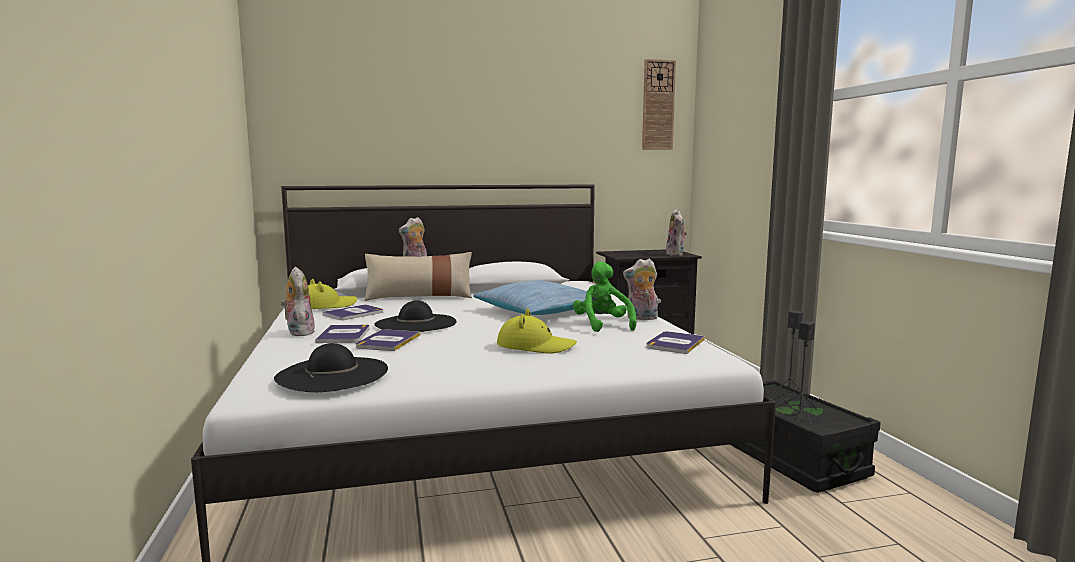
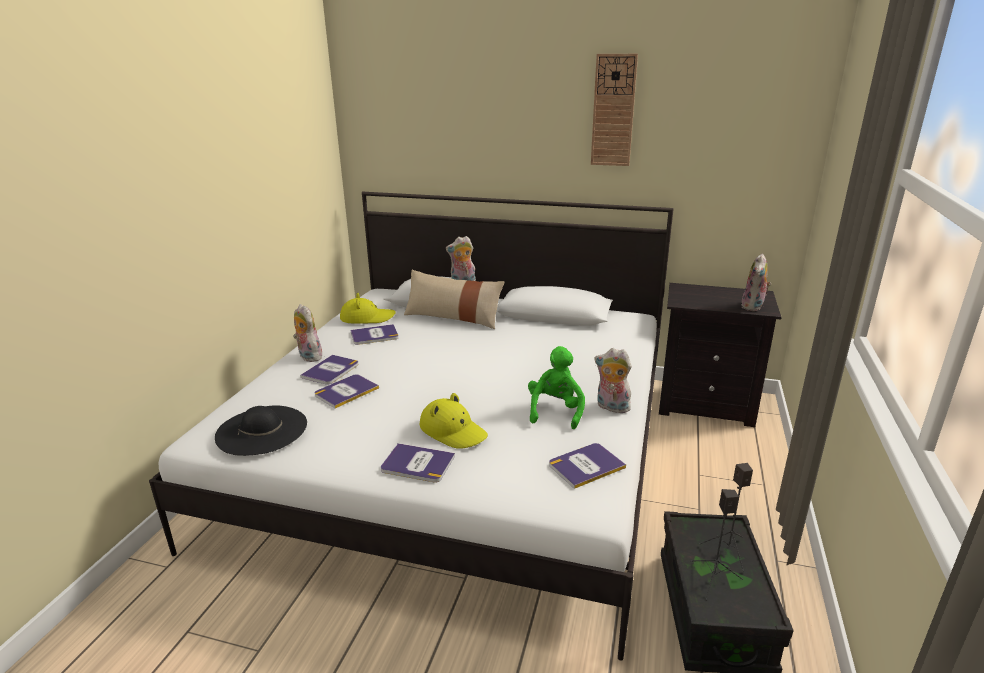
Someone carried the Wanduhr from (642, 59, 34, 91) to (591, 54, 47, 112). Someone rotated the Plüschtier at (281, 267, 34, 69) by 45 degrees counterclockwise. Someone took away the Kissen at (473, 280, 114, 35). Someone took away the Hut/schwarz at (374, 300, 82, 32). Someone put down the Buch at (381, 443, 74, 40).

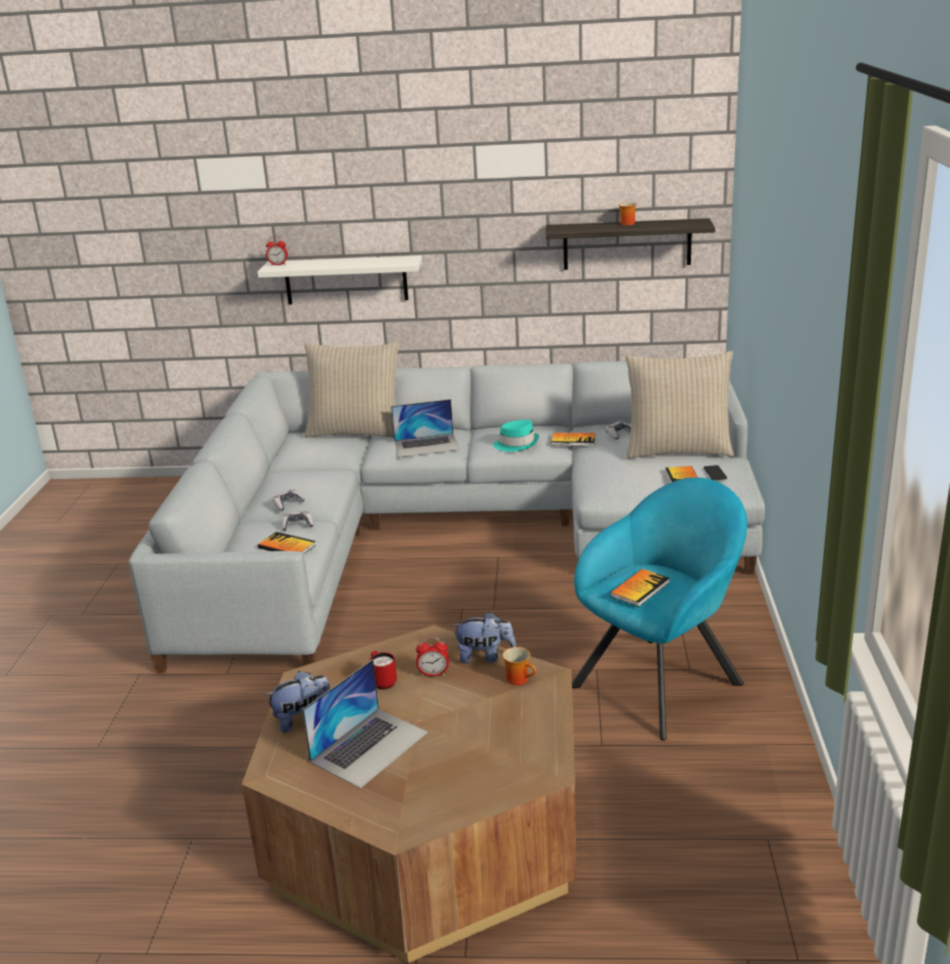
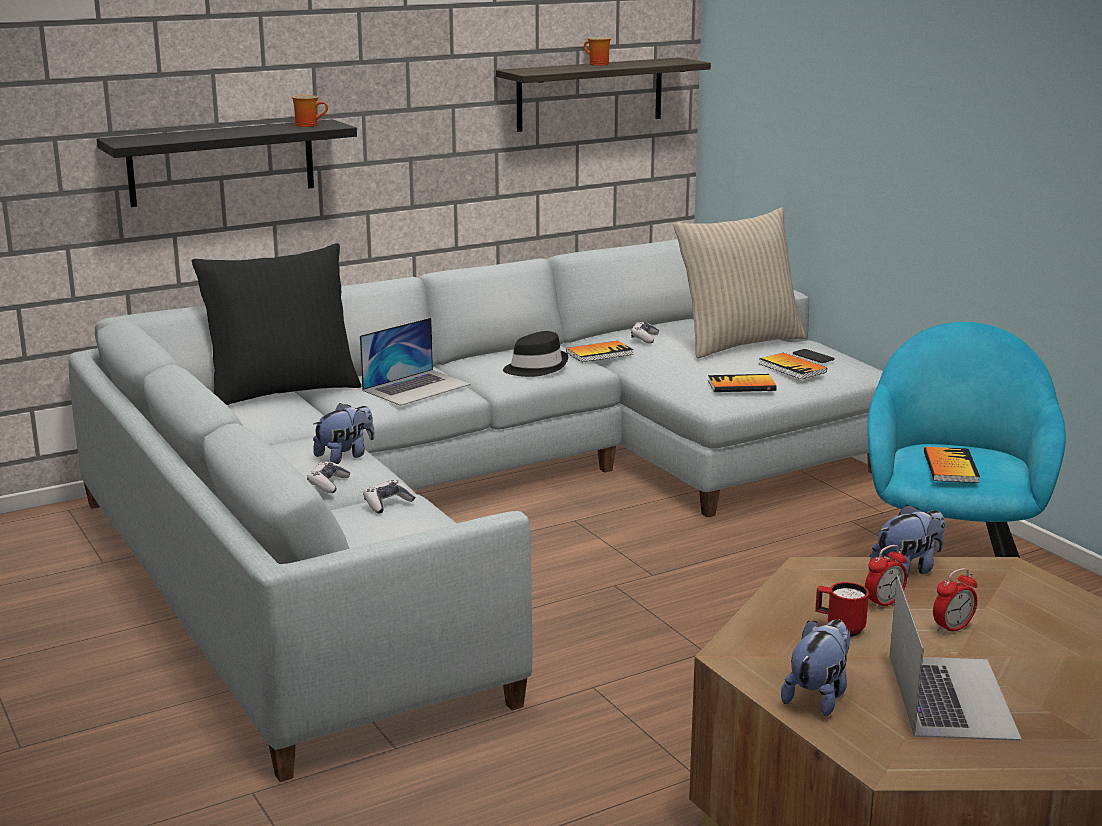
Someone carried the Wecker from (266, 237, 22, 29) to (933, 568, 44, 67). Someone repainted the Wandregal/weiß at (257, 255, 165, 49), which became the Wandregal/schwarz at (97, 119, 260, 88). Someone repainted the Kissen/beige at (304, 342, 96, 96), which became the Kissen/schwarz at (192, 243, 170, 162). Someone repainted the Hut/türkis at (493, 420, 46, 32), which became the Hut/schwarz at (503, 331, 65, 46). Someone carried the Buch from (258, 532, 58, 22) to (708, 374, 69, 18). Someone carried the Henkelbecher from (503, 647, 33, 39) to (292, 95, 36, 32). Someone put down the Plüschtier at (313, 403, 61, 61).

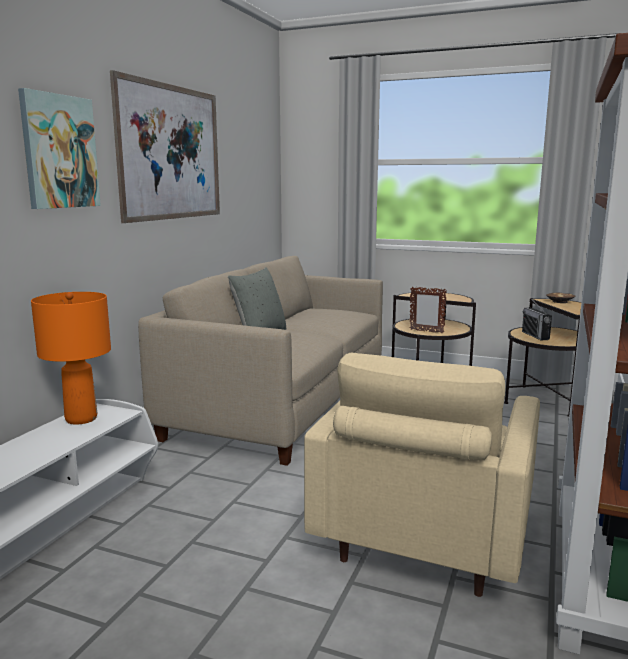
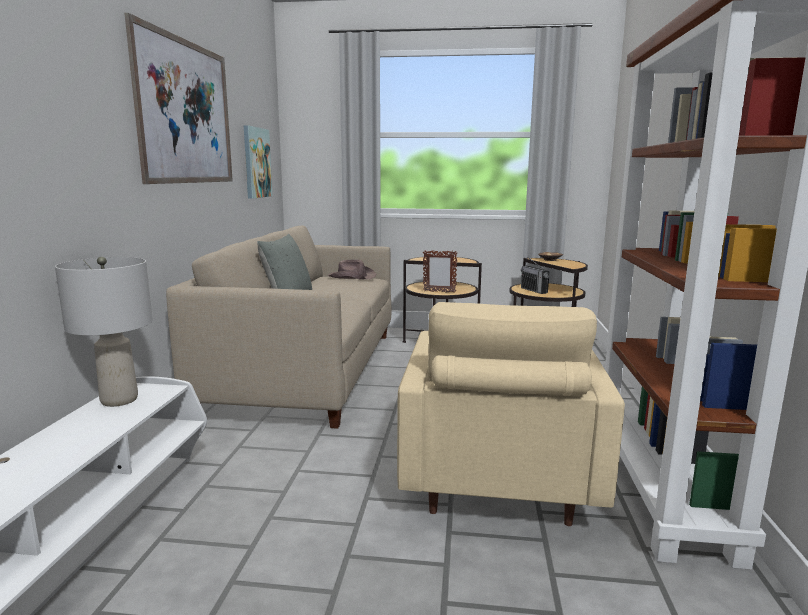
Someone carried the Bild from (18, 88, 83, 121) to (244, 125, 29, 74). Someone repainted the Tischlampe/orange at (31, 292, 80, 133), which became the Tischlampe/grau at (55, 257, 98, 150). Someone put down the Hut/braun at (328, 259, 48, 21).

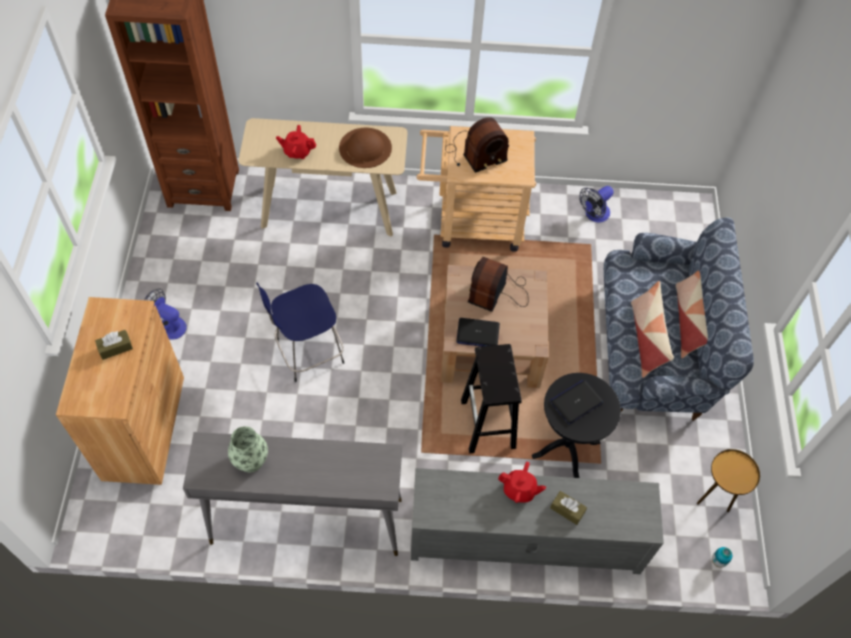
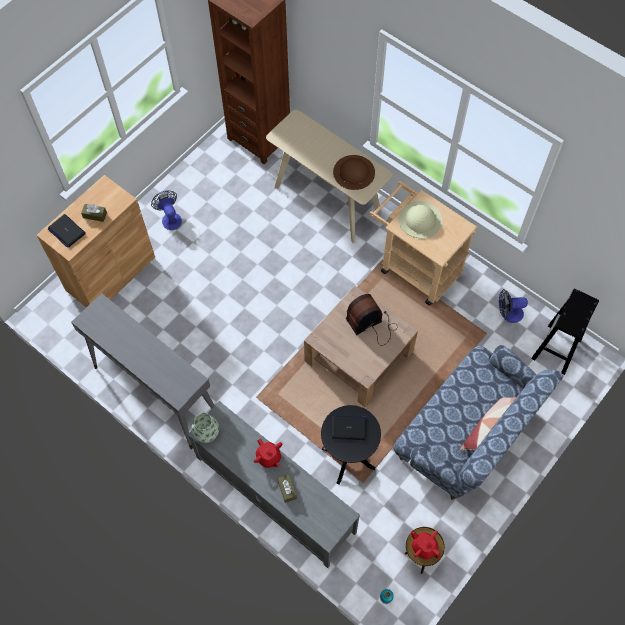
Someone swapped the Radio at (445, 117, 64, 56) for the Hut/beige at (399, 201, 43, 37). Someone carried the Teekanne/rot from (276, 125, 40, 34) to (411, 530, 29, 29). Someone took away the Kissen at (631, 281, 43, 97). Someone took away the Hocker/blau at (256, 282, 88, 100). Someone carried the Laptop from (456, 318, 44, 29) to (48, 214, 38, 34). Someone carried the Hocker/schwarz from (461, 344, 61, 109) to (531, 289, 68, 86). Someone carried the Vase from (228, 426, 40, 46) to (191, 413, 28, 30).

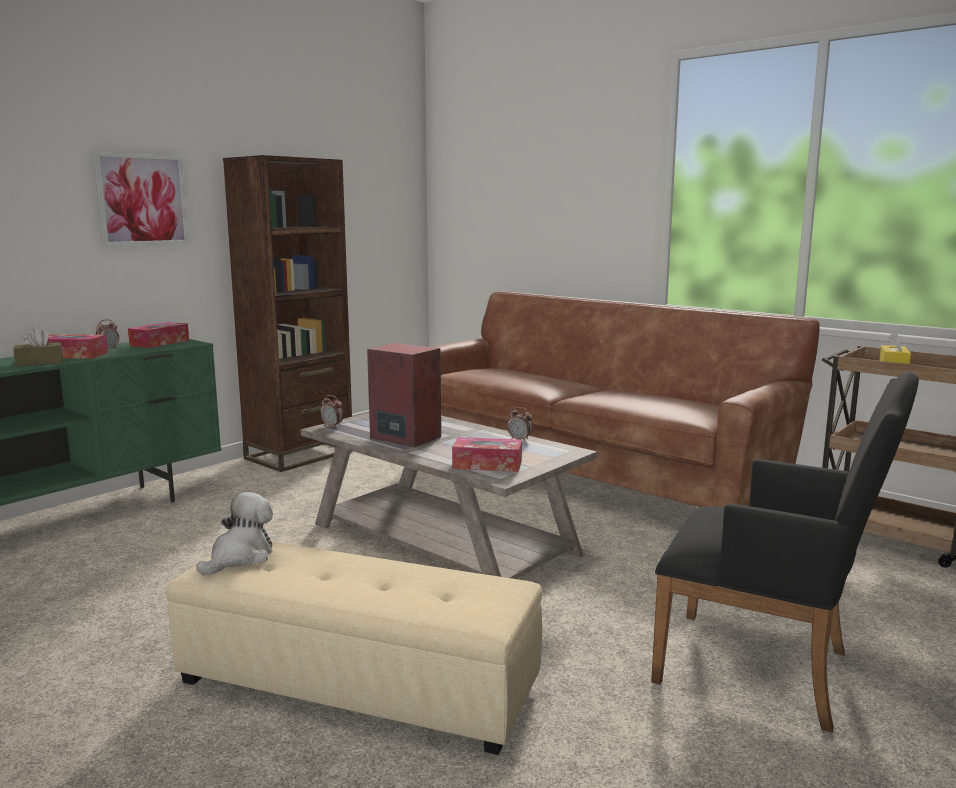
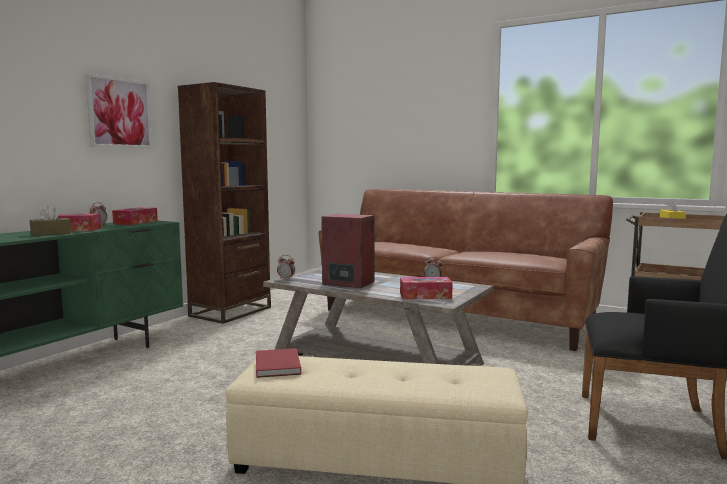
Someone swapped the Plüschtier at (197, 492, 76, 83) for the Buch/rot at (256, 348, 45, 30).

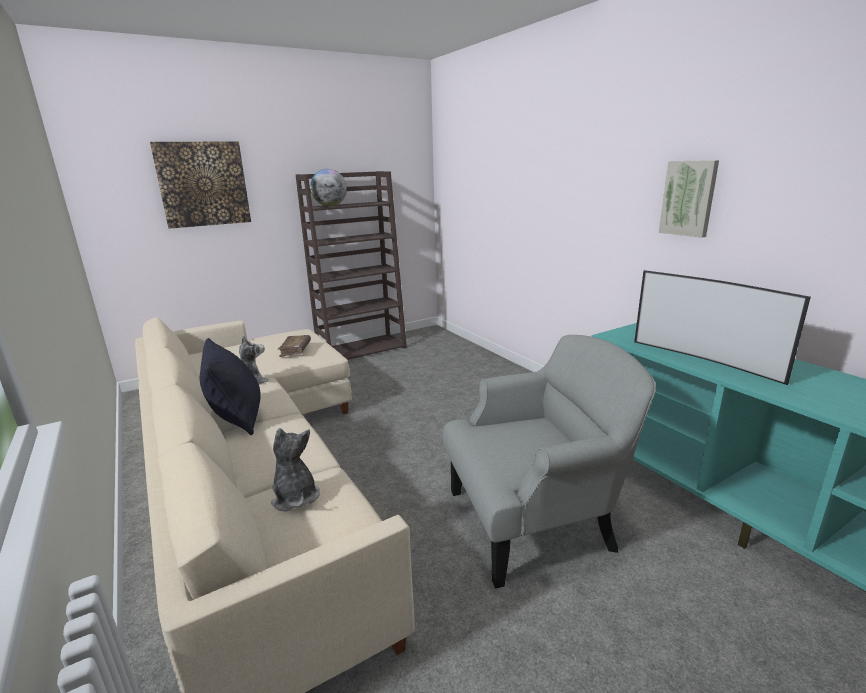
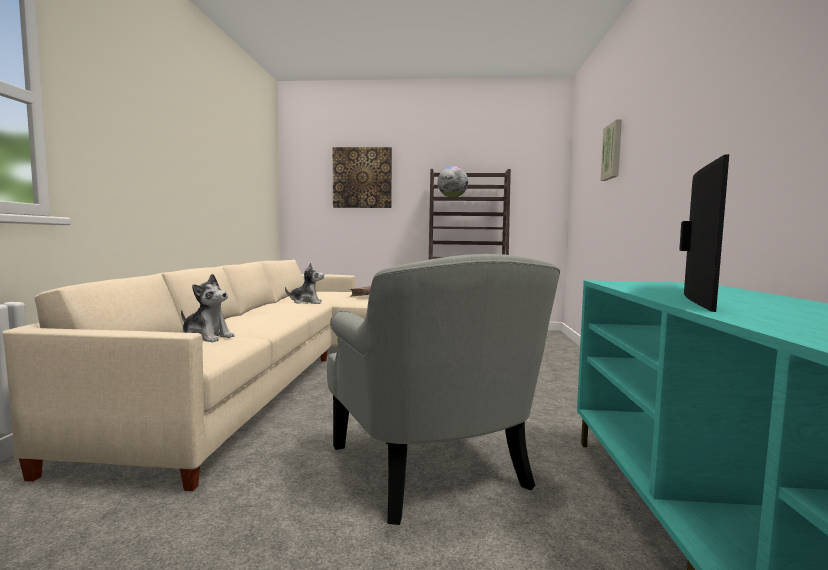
Someone carried the Bild from (659, 160, 60, 78) to (600, 119, 22, 62). Someone rotated the Fernseher at (634, 270, 177, 115) by 150 degrees counterclockwise. Someone rotated the Sessel/grau at (442, 335, 214, 254) by 45 degrees clockwise. Someone took away the Kissen/schwarz at (200, 338, 61, 97). Someone rotated the Plüschtier at (271, 428, 49, 83) by 105 degrees clockwise.

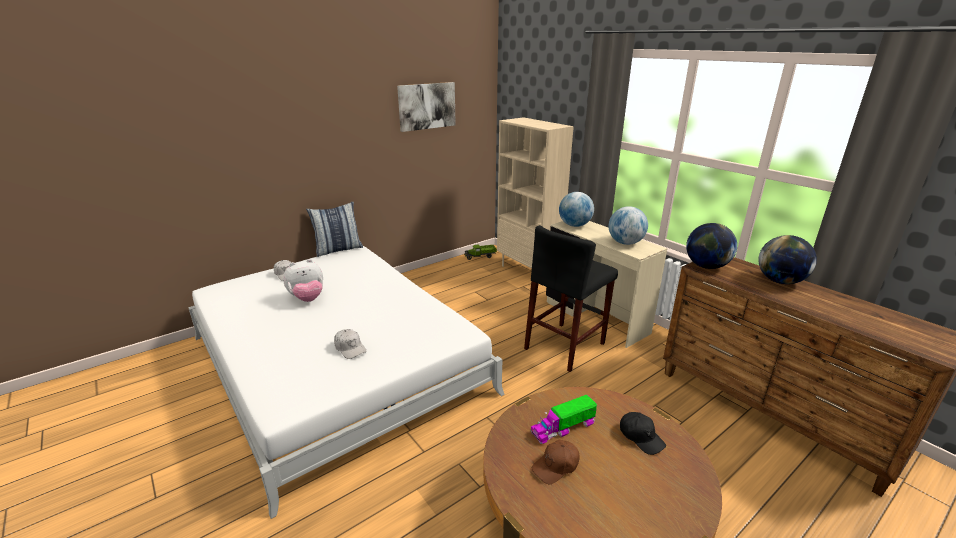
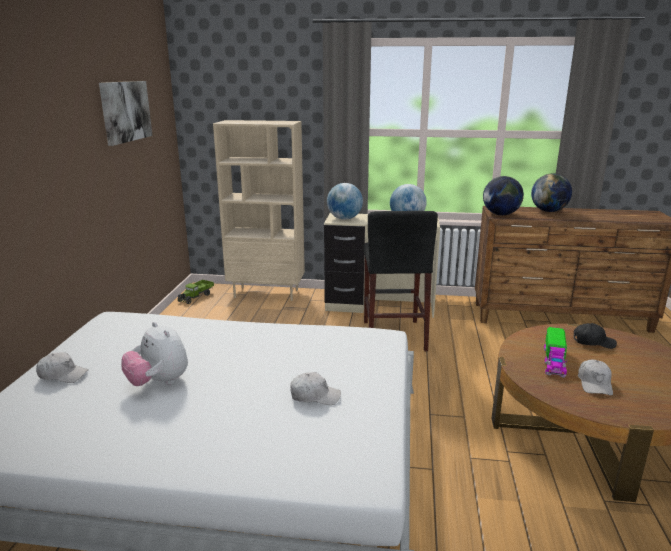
Someone took away the Kissen at (306, 202, 57, 55). Someone rotated the Plüschtier at (283, 259, 40, 43) by 120 degrees clockwise. Someone repainted the Kappe/braun at (531, 440, 49, 44), which became the Kappe/weiß at (578, 360, 35, 35).

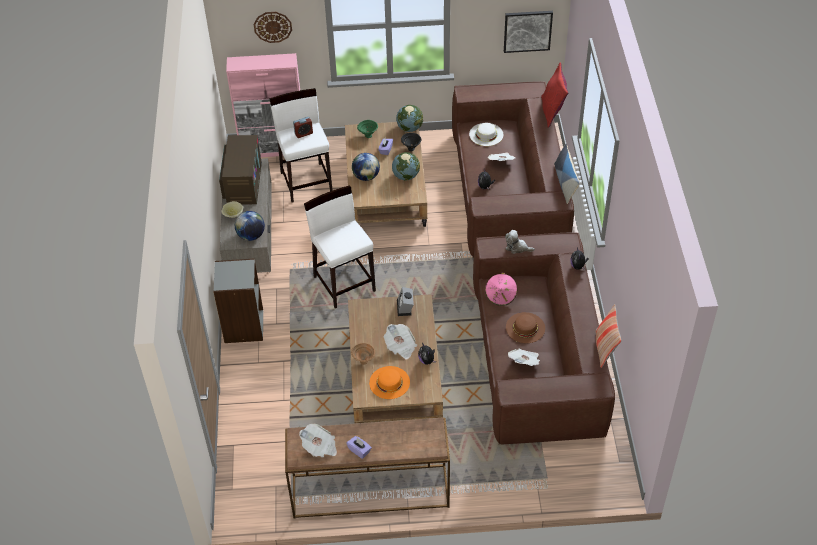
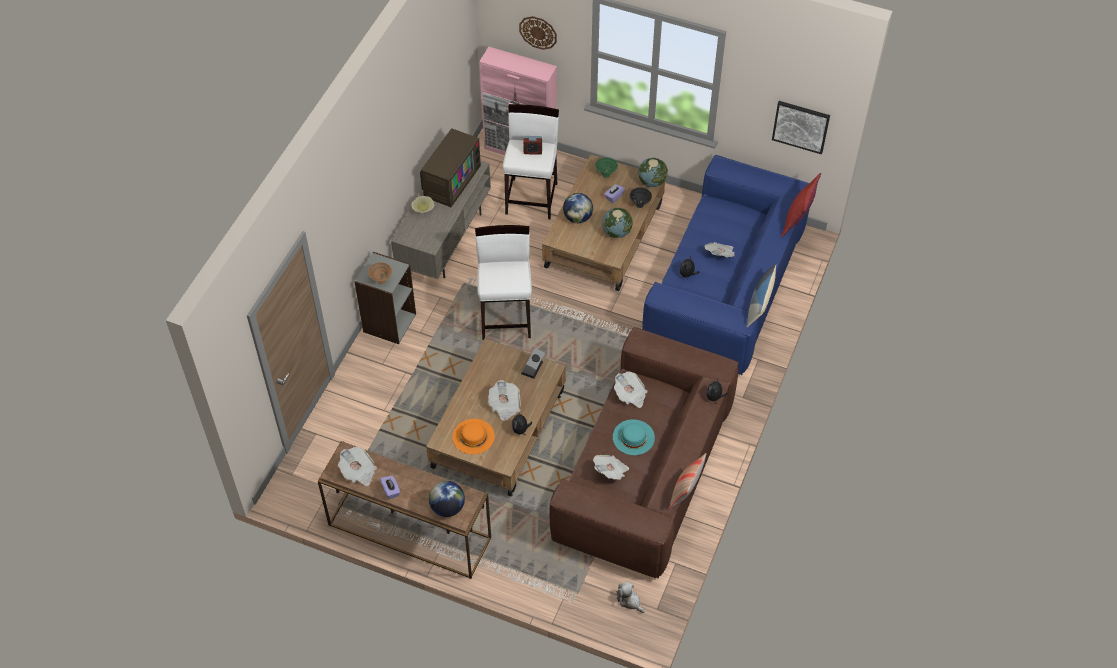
Someone repainted the Sofa/braun at (452, 81, 122, 177), which became the Sofa/blau at (642, 155, 167, 220). Someone took away the Hut/weiß at (469, 123, 34, 23). Someone carried the Globus from (235, 211, 30, 30) to (429, 481, 36, 36). Someone carried the Plüschtier from (505, 230, 30, 24) to (616, 582, 29, 31). Someone swapped the Hut/rosa at (485, 273, 32, 33) for the Zeitung at (614, 372, 33, 36). Someone repainted the Hut/braun at (506, 312, 39, 31), which became the Hut/türkis at (613, 419, 42, 36). Someone carried the Schüssel/braun from (351, 343, 24, 22) to (368, 262, 24, 22).

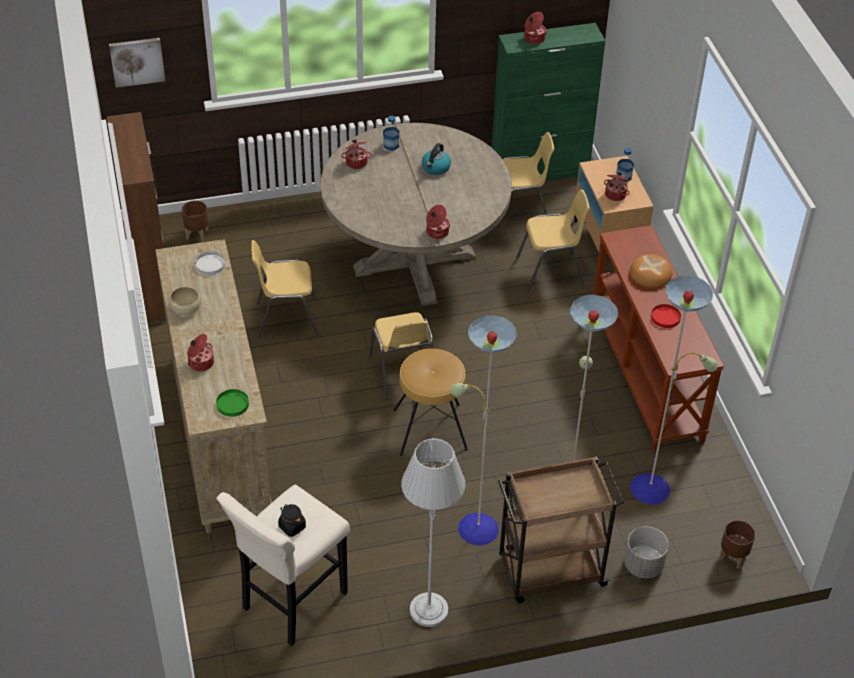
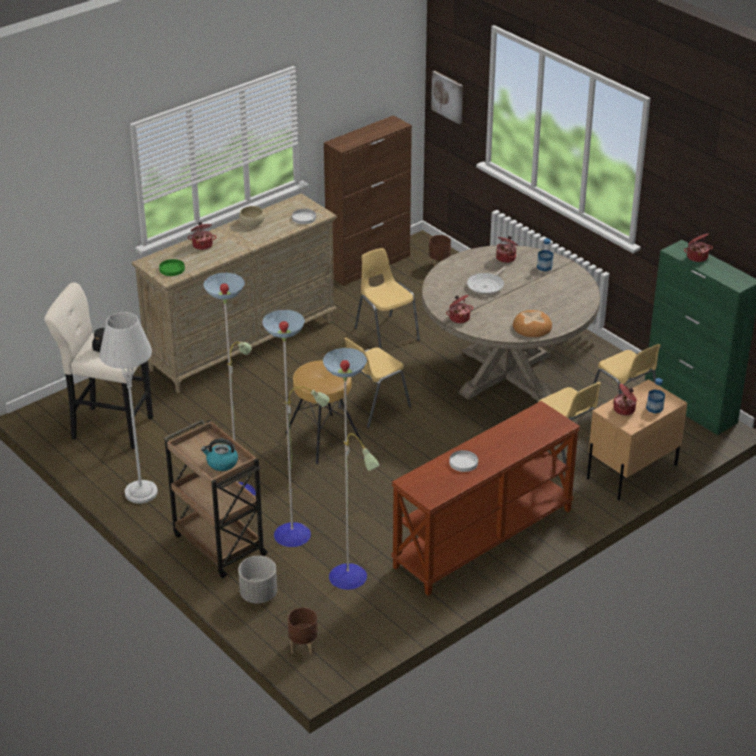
Someone carried the Wasserkessel from (422, 143, 29, 32) to (201, 439, 37, 32). Someone carried the Brot from (630, 254, 42, 34) to (513, 310, 39, 27). Someone repainted the Teller/rot at (651, 304, 30, 24), which became the Teller/weiß at (449, 450, 29, 22). Someone put down the Pfanne at (467, 266, 39, 29).

